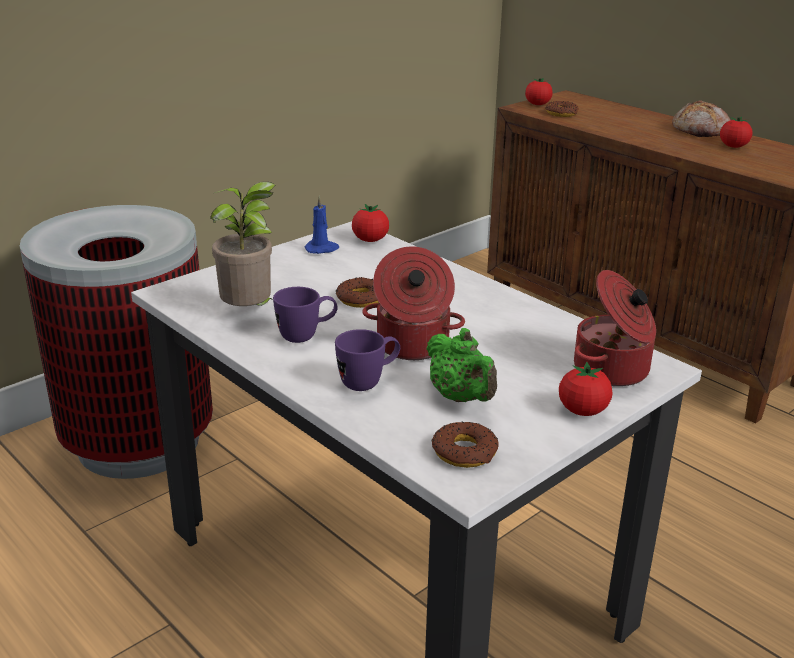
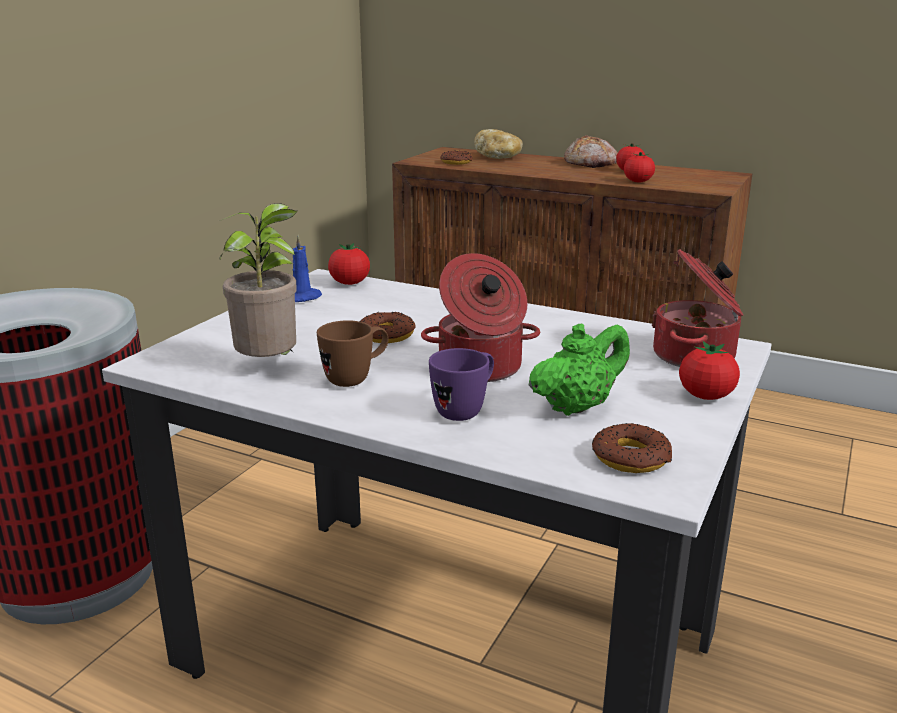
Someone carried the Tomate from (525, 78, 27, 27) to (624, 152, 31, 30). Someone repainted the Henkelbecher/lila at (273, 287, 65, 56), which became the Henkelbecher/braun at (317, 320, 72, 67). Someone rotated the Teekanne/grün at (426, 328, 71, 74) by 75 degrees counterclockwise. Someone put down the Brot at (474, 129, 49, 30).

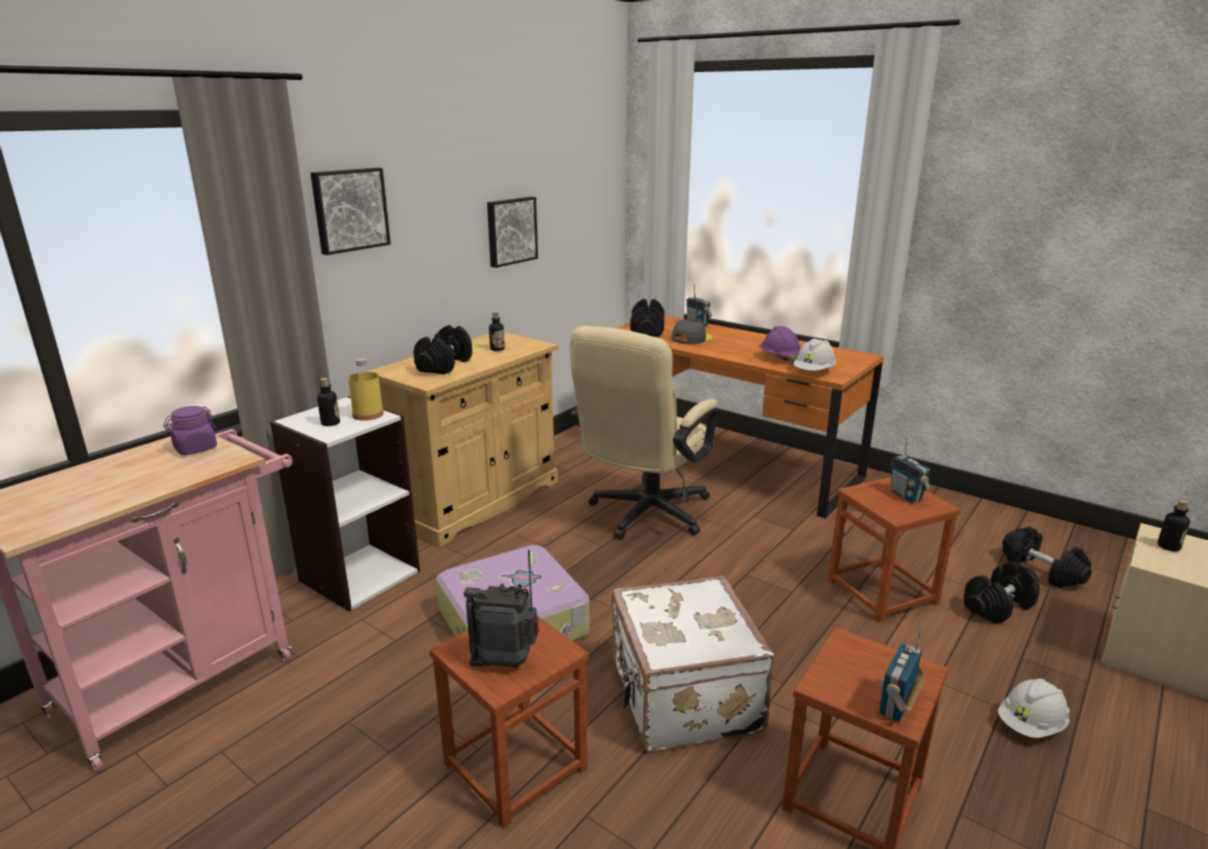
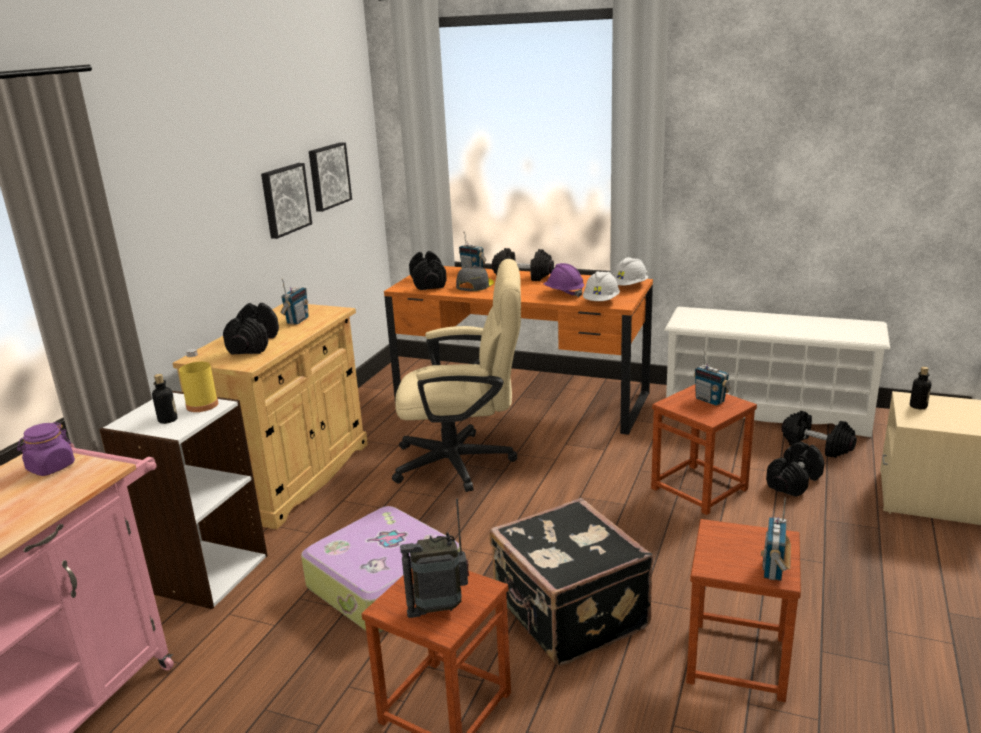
Someone carried the Bild from (310, 168, 81, 87) to (309, 142, 43, 70). Someone swapped the Flasche at (489, 312, 16, 39) for the Radio at (280, 278, 29, 47). Someone rotated the Bürostuhl/beige at (570, 326, 148, 214) by 105 degrees counterclockwise. Someone repainted the Koffer/weiß at (610, 576, 164, 176), which became the Koffer/schwarz at (489, 498, 164, 167). Someone carried the Schutzhelm/weiß from (998, 679, 71, 59) to (613, 257, 35, 29). Someone put down the Hantel/schwarz at (492, 248, 62, 33). Someone put down the Schuhregal/weiß at (664, 307, 226, 130).

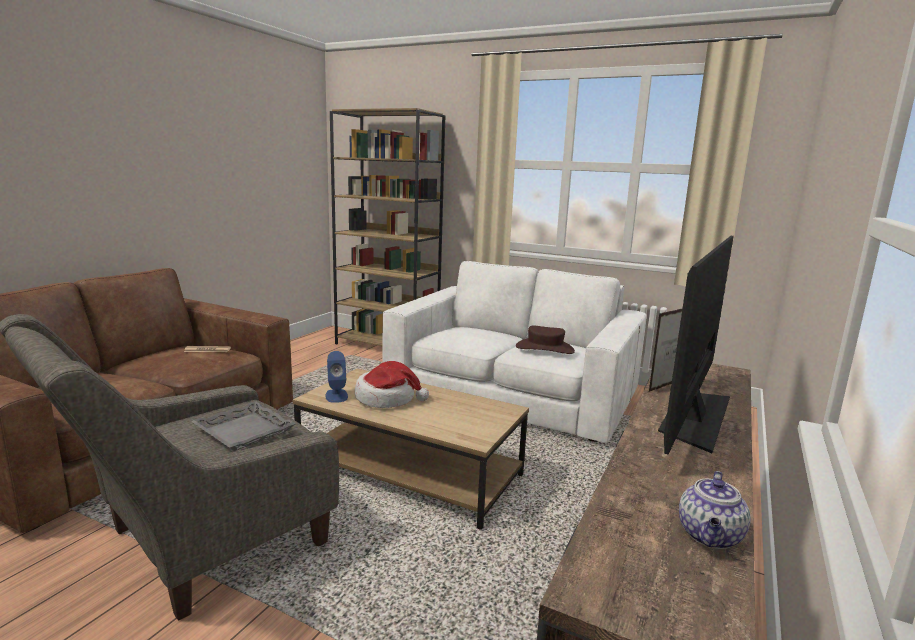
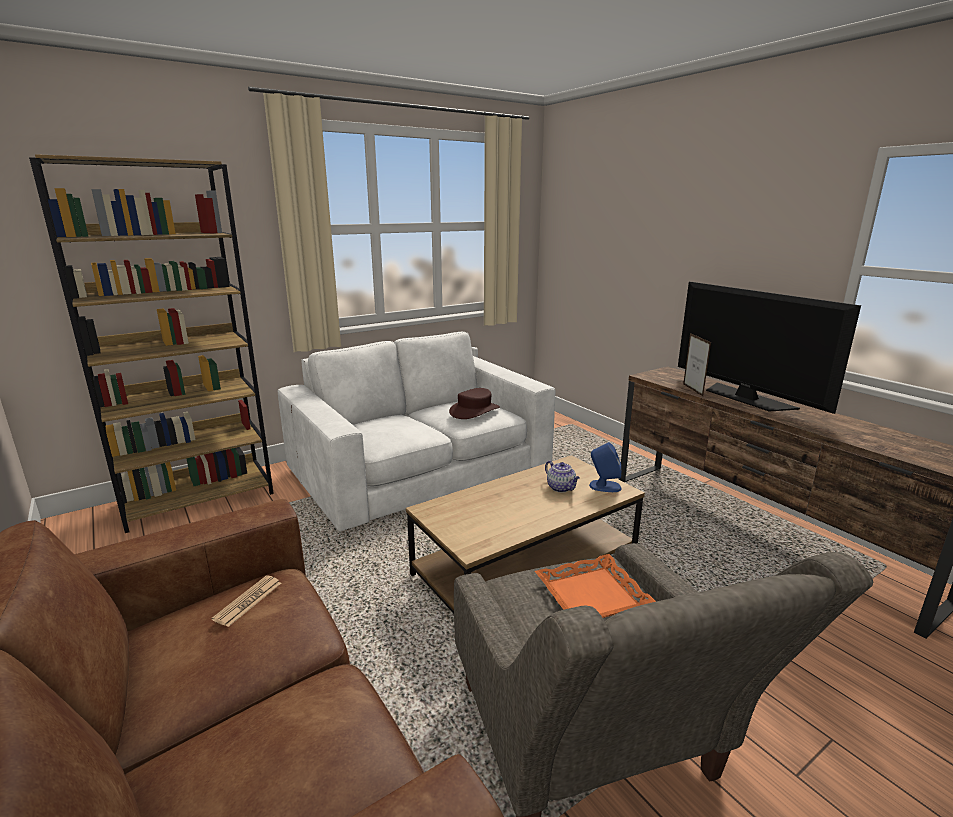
Someone carried the Lautsprecher/blau from (325, 351, 23, 52) to (589, 442, 33, 50). Someone took away the Hut at (355, 361, 74, 47). Someone repainted the Tablett/grau at (191, 401, 105, 50), which became the Tablett/orange at (535, 554, 121, 64). Someone carried the Teekanne from (679, 471, 72, 78) to (545, 461, 35, 31).

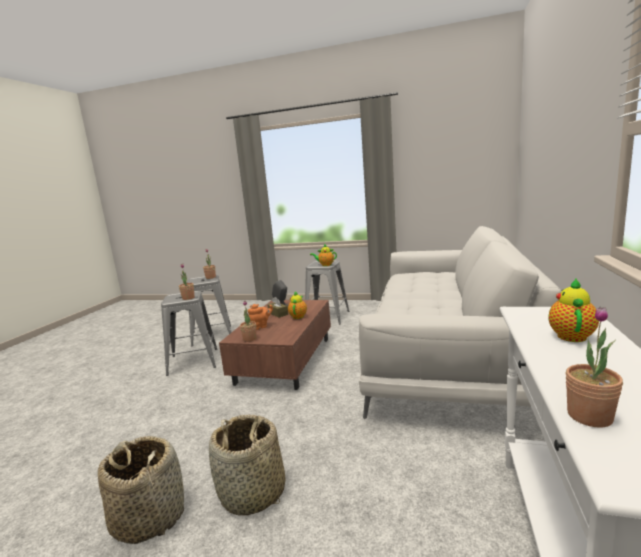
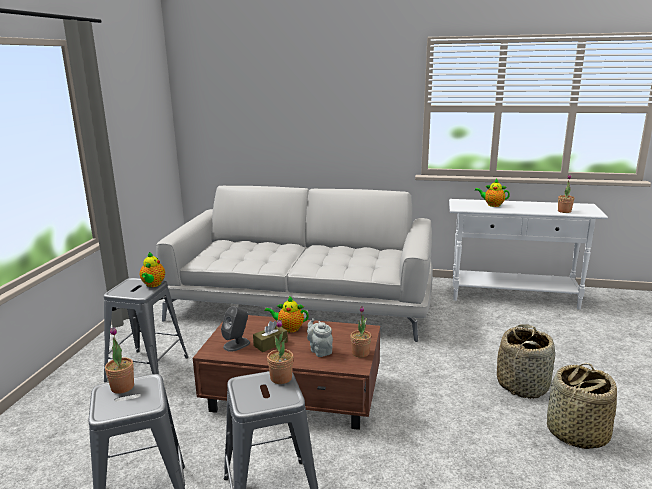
Someone repainted the Teekanne/orange at (248, 304, 25, 26), which became the Teekanne/grau at (307, 318, 26, 39).

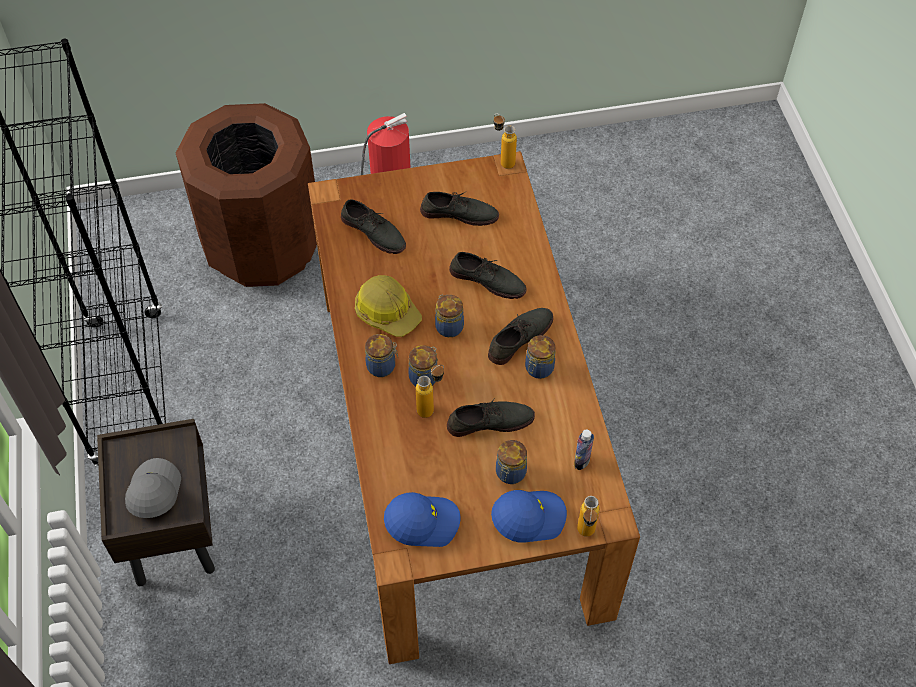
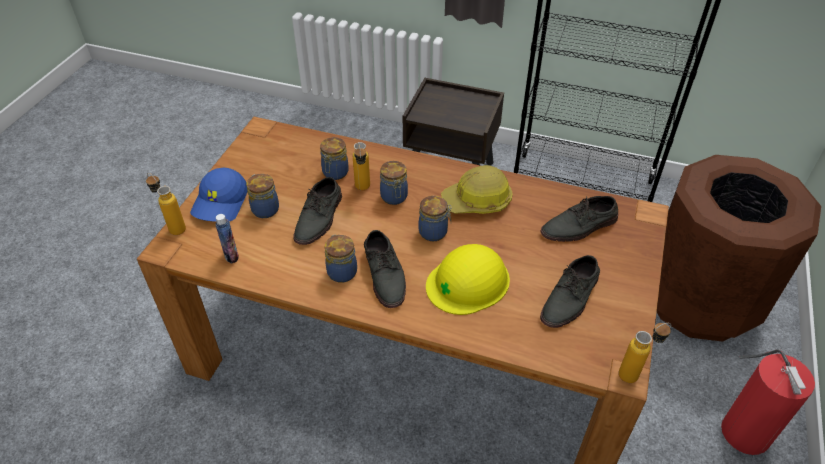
Someone swapped the Schuh/grau at (449, 252, 77, 47) for the Schutzhelm/gelb at (426, 244, 84, 71). Someone carried the Vorratsglas from (365, 334, 33, 43) to (320, 137, 29, 43). Someone took away the Kappe/grau at (125, 458, 56, 60). Someone took away the Kappe/blau at (384, 492, 76, 55).

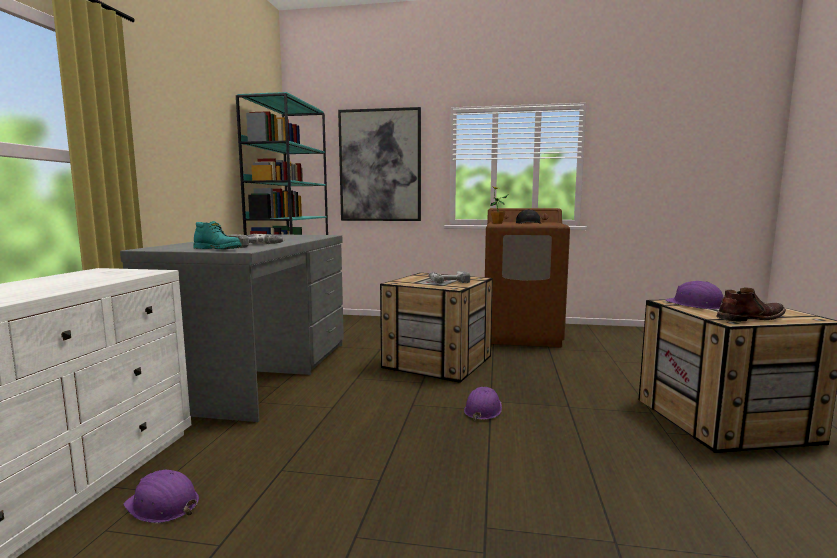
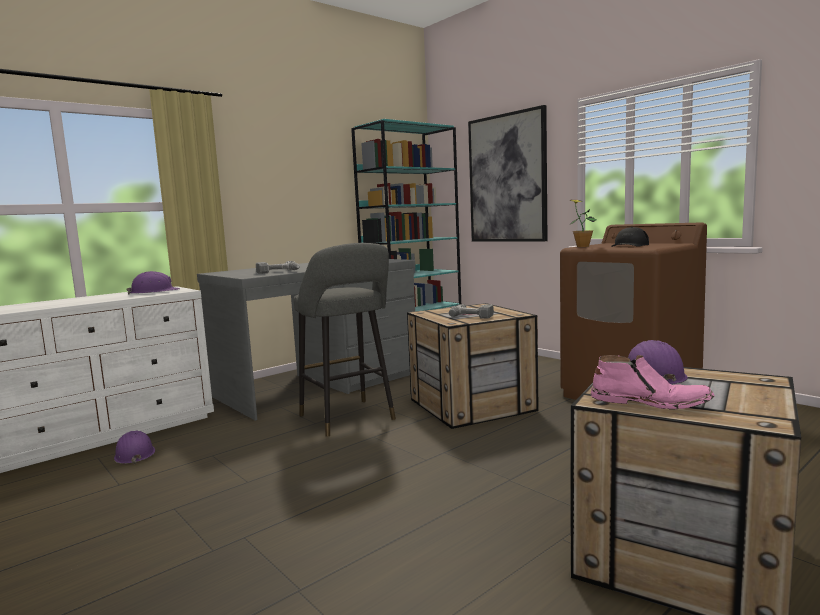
Someone took away the Stiefel/türkis at (193, 221, 49, 28). Someone repainted the Stiefel/braun at (716, 287, 70, 35), which became the Stiefel/rosa at (591, 355, 124, 54). Someone carried the Schutzhelm/lila from (464, 387, 38, 34) to (126, 271, 54, 23). Someone put down the Hocker/grau at (294, 243, 102, 194).

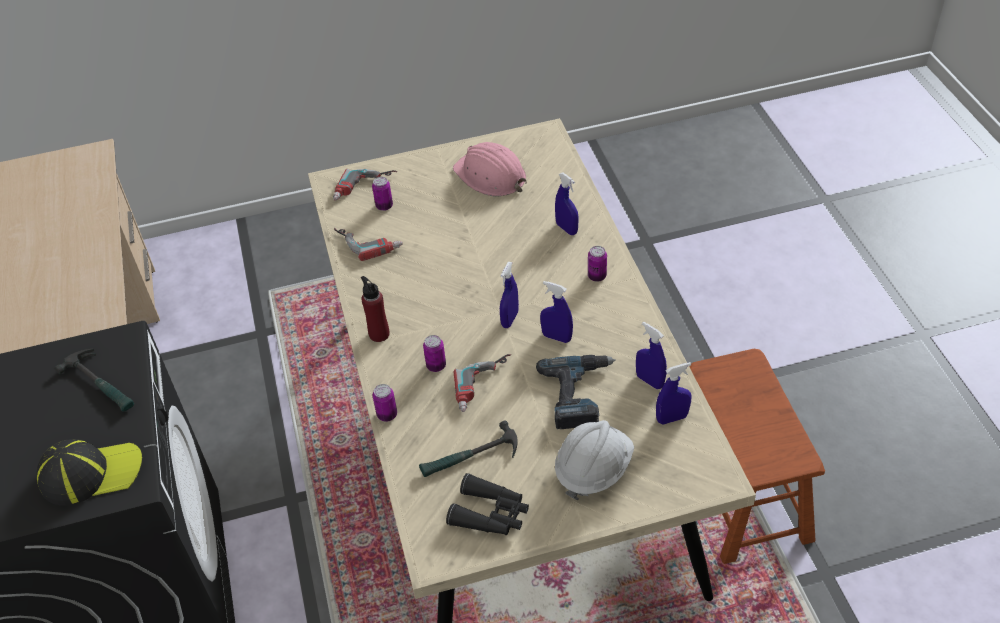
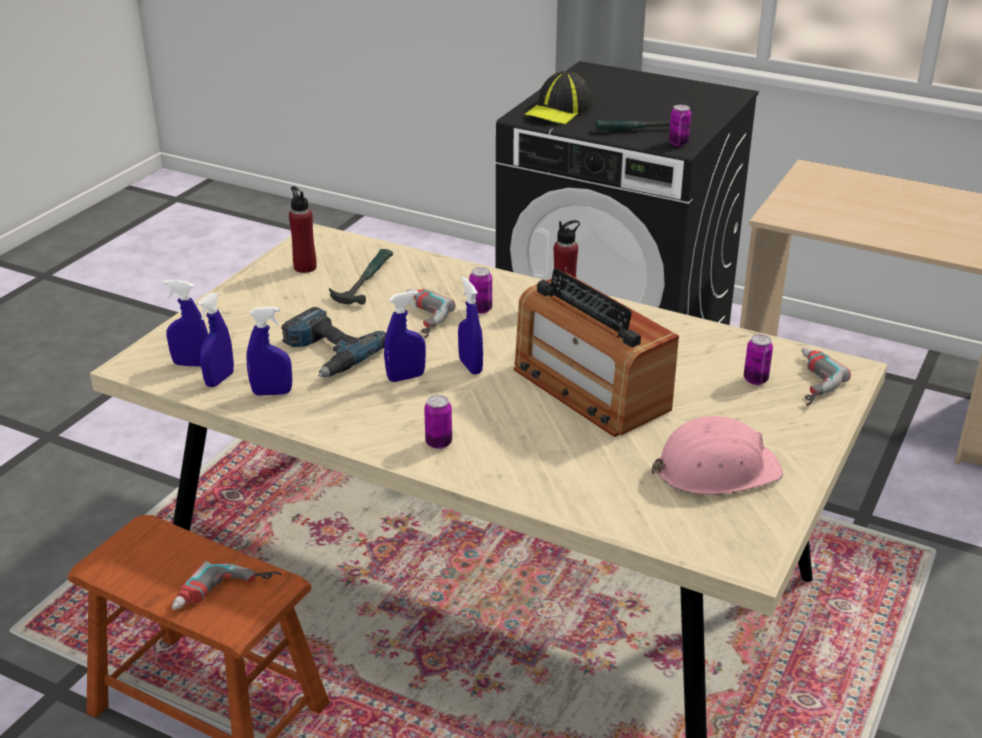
Someone carried the Sprühflasche/blau from (555, 173, 24, 62) to (163, 280, 45, 87). Someone carried the Bohrmaschine from (334, 228, 69, 33) to (172, 561, 110, 49). Someone carried the Dose from (373, 384, 24, 38) to (669, 105, 22, 41). Someone took away the Schutzhelm/weiß at (555, 420, 79, 81). Someone swapped the Fernglas/schwarz at (446, 473, 83, 62) for the Flasche/rot at (289, 186, 28, 87). Someone put down the Radio at (514, 268, 165, 169).

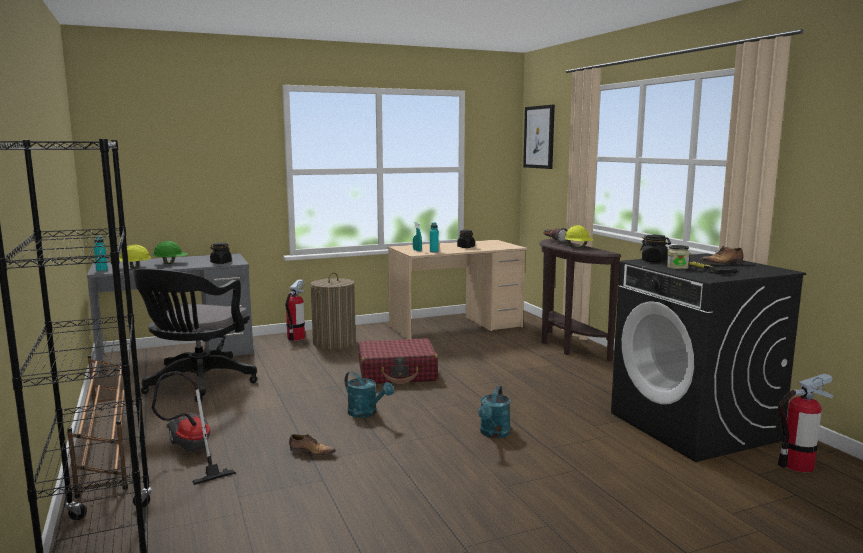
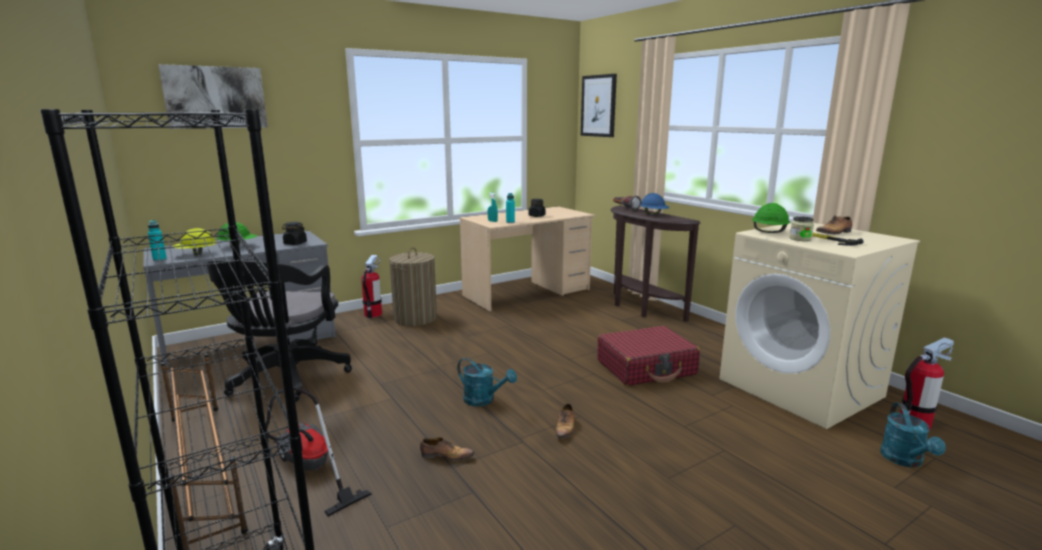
Someone repainted the Schutzhelm/gelb at (564, 225, 29, 23), which became the Schutzhelm/blau at (640, 193, 30, 22). Someone swapped the Vorratsglas/schwarz at (640, 235, 31, 27) for the Schutzhelm/grün at (752, 203, 38, 30). Someone repainted the Waschmaschine/schwarz at (611, 253, 195, 209), which became the Waschmaschine/beige at (719, 223, 201, 206). Someone carried the Koffer/rot from (358, 338, 80, 46) to (597, 326, 103, 60). Someone carried the Gießkanne/türkis from (478, 386, 33, 52) to (880, 403, 66, 65). Someone put up the Bild at (158, 64, 110, 65). Someone put down the Schuh at (556, 403, 19, 36).

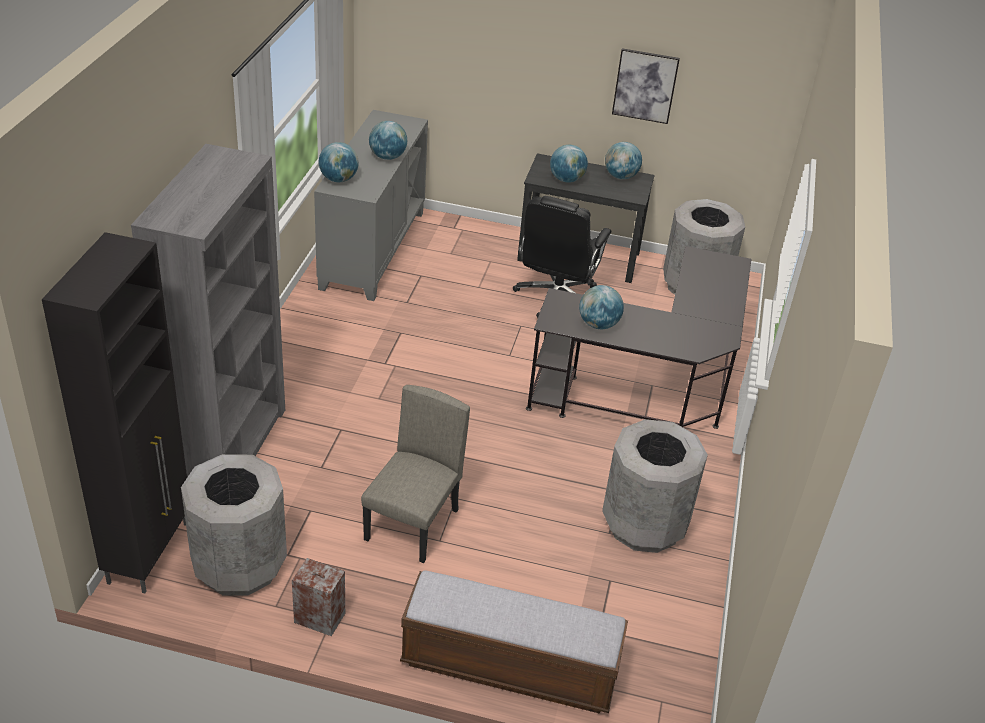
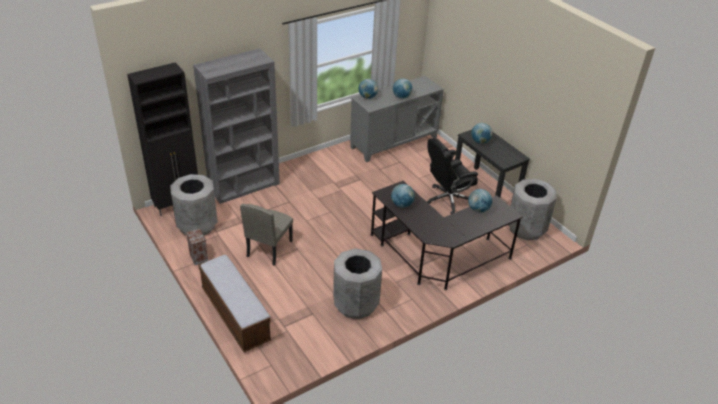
Someone took away the Bild at (612, 48, 68, 76). Someone carried the Globus from (605, 142, 37, 37) to (468, 189, 24, 24). Someone rotated the Stuhl/beige at (361, 385, 109, 178) by 135 degrees clockwise.

